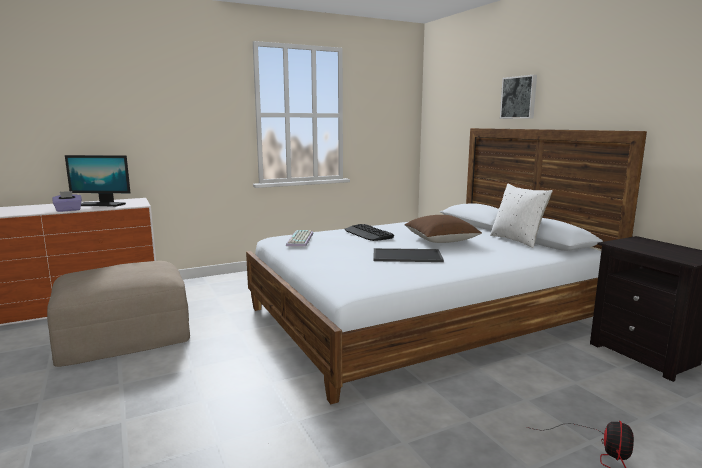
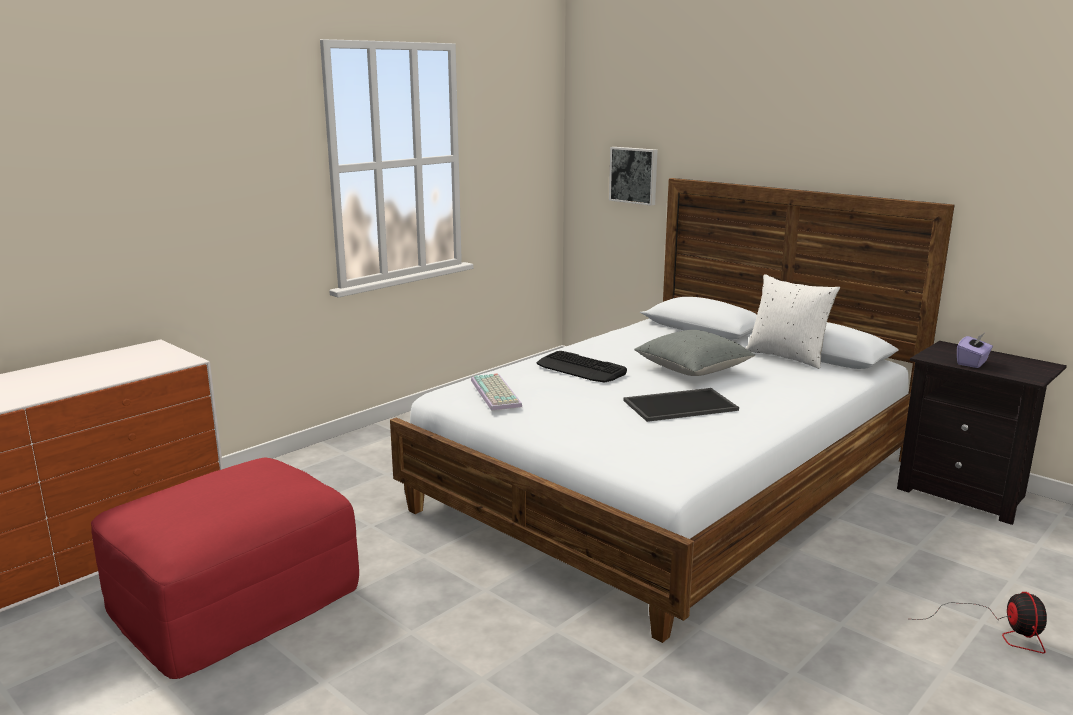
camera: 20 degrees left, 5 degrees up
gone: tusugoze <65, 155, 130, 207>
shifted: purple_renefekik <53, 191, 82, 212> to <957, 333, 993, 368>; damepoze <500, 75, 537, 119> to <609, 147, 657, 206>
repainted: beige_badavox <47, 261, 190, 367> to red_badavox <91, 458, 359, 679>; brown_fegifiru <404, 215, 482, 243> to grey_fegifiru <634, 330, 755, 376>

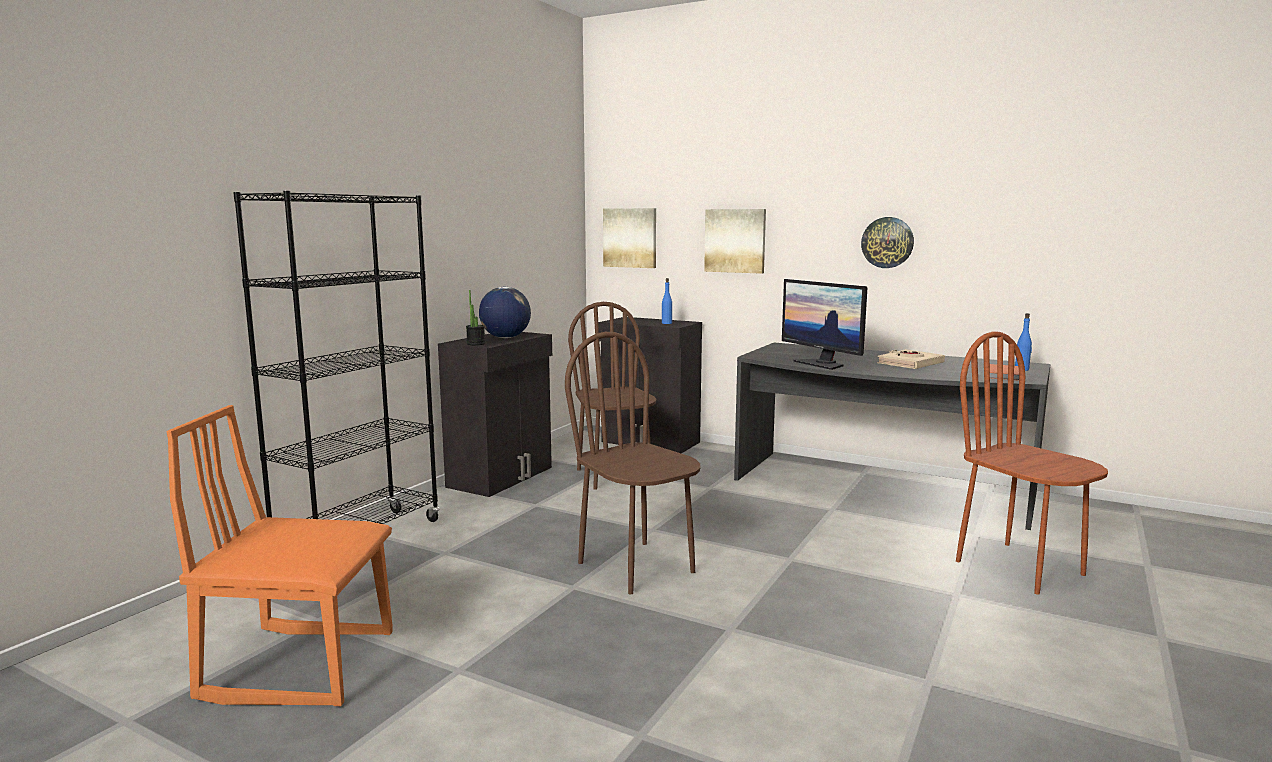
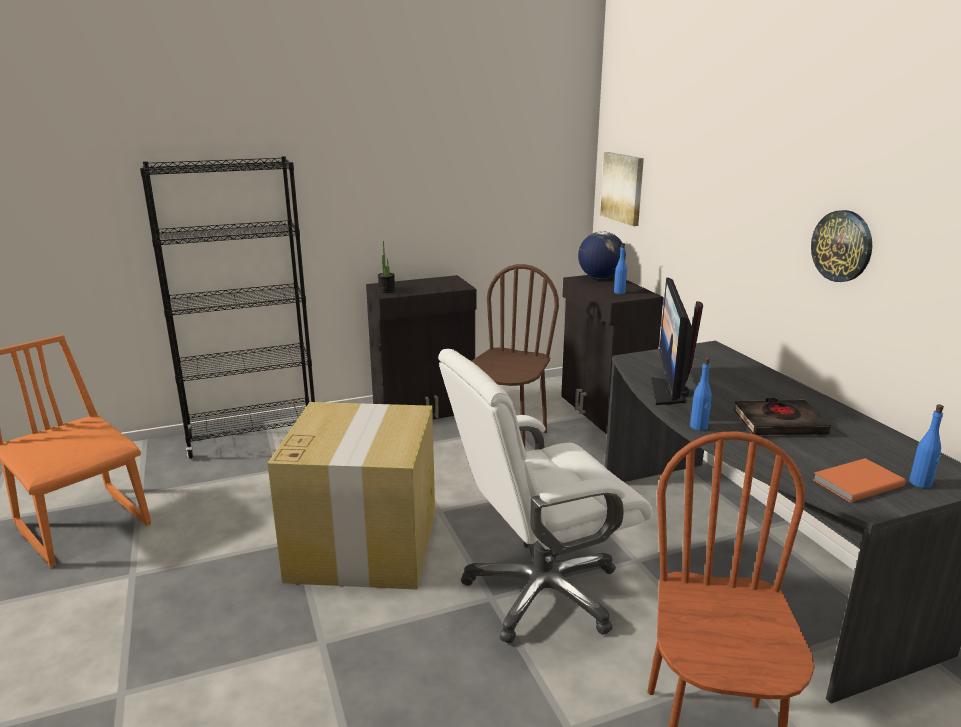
camera: 40 degrees right, 10 degrees up
gone: damepoze <704, 209, 766, 274>
new: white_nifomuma <438, 349, 653, 643>; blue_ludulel <690, 357, 712, 430>
shifted: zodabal <479, 287, 531, 338> to <578, 231, 626, 279>
swapped: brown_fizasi <565, 332, 700, 594> to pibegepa <267, 402, 435, 590>
repainted: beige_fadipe <877, 349, 945, 369> to black_fadipe <734, 398, 831, 435>

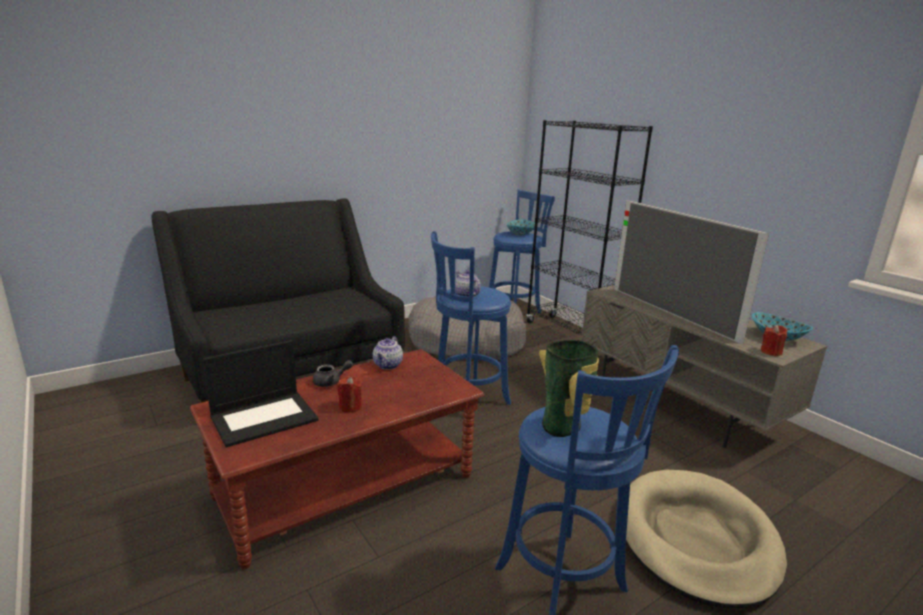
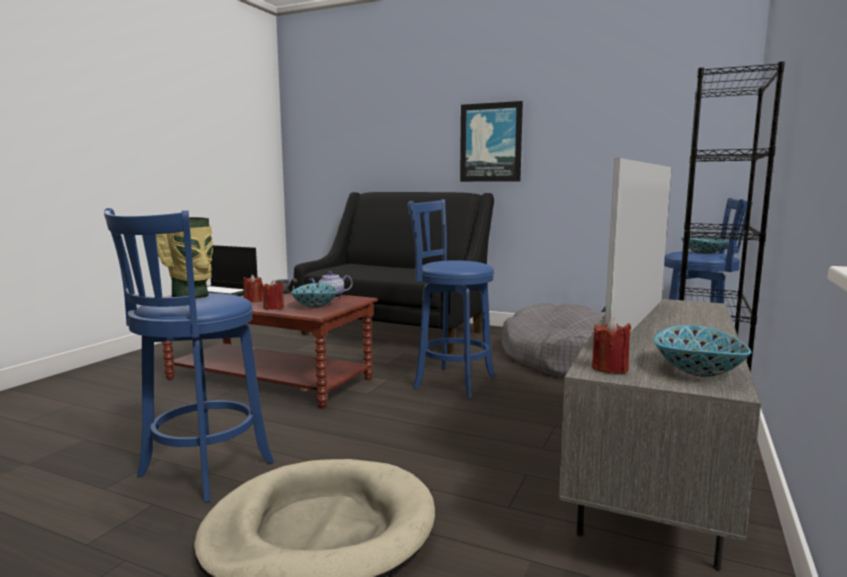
camera: 60 degrees right, 10 degrees down
gone: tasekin <455, 270, 481, 297>
new: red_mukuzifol <262, 280, 284, 310>; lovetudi <291, 283, 338, 308>; damepoze <460, 101, 523, 182>

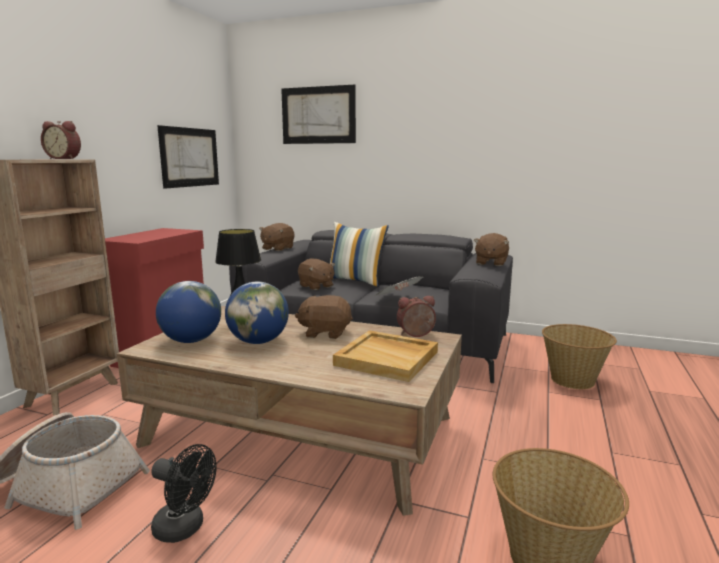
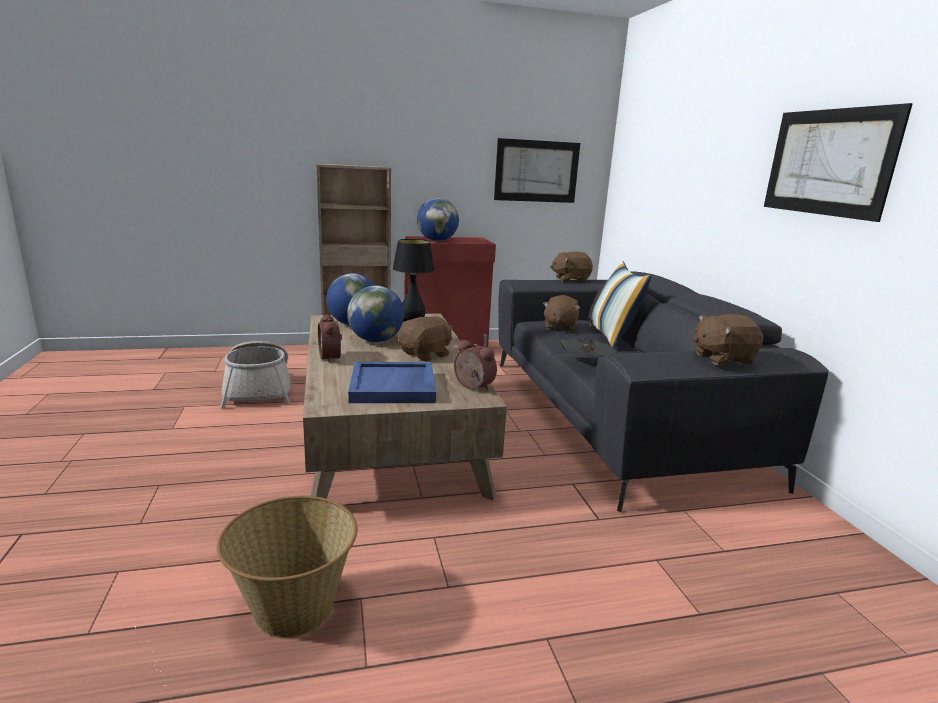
camera: 55 degrees right, 5 degrees up
gone: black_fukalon <151, 444, 216, 543>; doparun <542, 324, 617, 389>
new: zodabal <417, 198, 459, 241>
shifted: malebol <41, 121, 81, 159> to <318, 314, 342, 363>; damepoze <281, 84, 356, 144> to <764, 103, 913, 222>
repainted: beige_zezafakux <333, 330, 438, 382> to blue_zezafakux <348, 362, 436, 403>
rotated: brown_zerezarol <295, 295, 353, 339> = <398, 316, 453, 361> 75 degrees clockwise

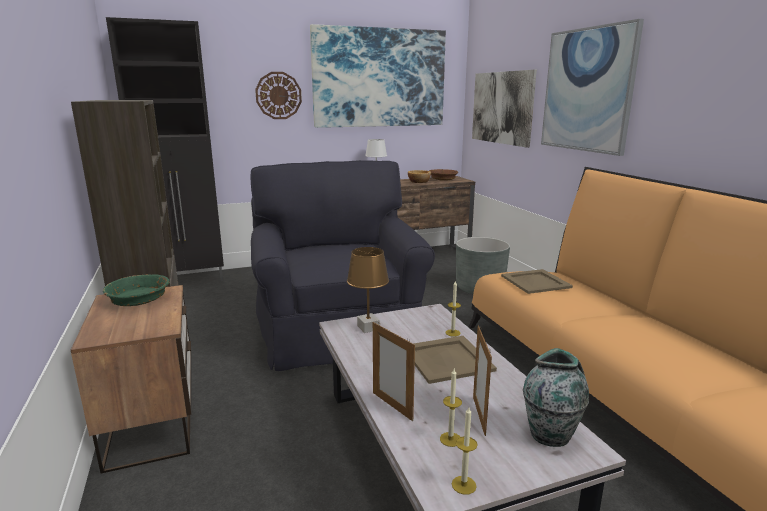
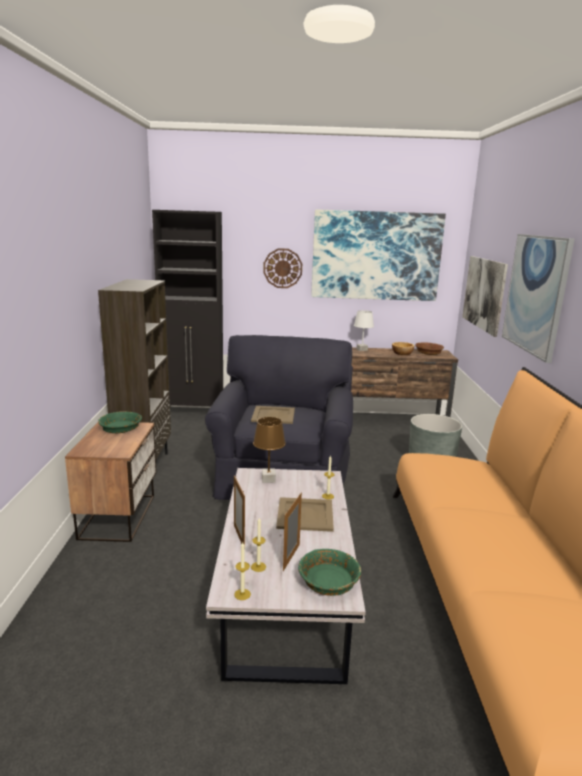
camera: 20 degrees right, 0 degrees up
shifted: beige_zezafakux <501, 269, 573, 294> to <251, 406, 295, 424>
swapped: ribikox <523, 348, 589, 447> to green_lovetudi <298, 549, 361, 596>

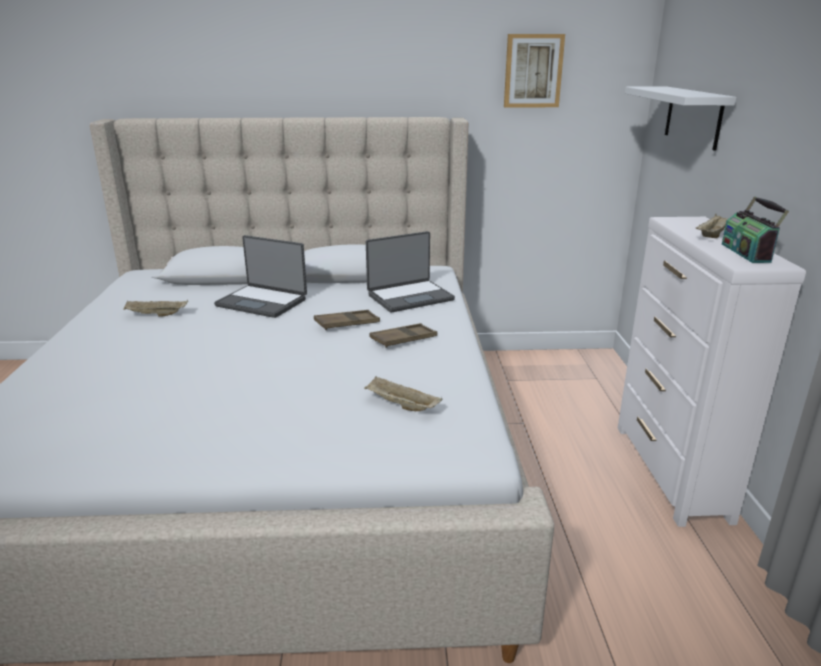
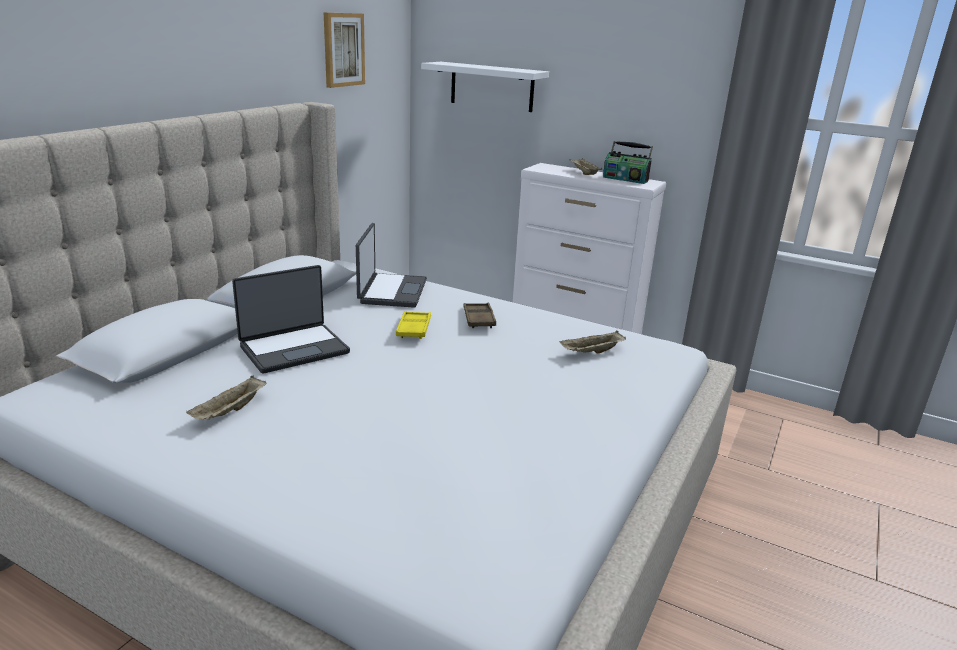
camera: 60 degrees left, 0 degrees up
repainted: brown_zezafakux <314, 310, 380, 330> to yellow_zezafakux <396, 311, 431, 339>

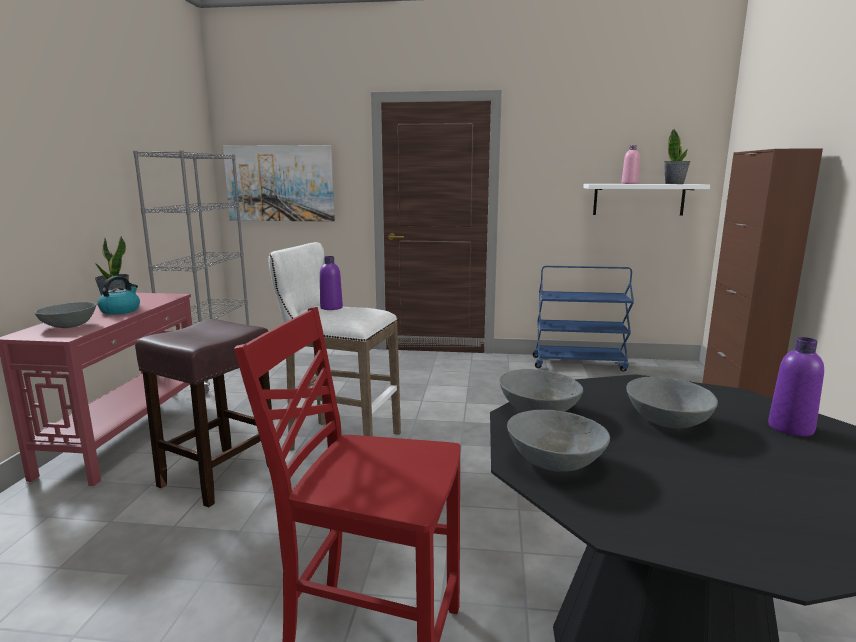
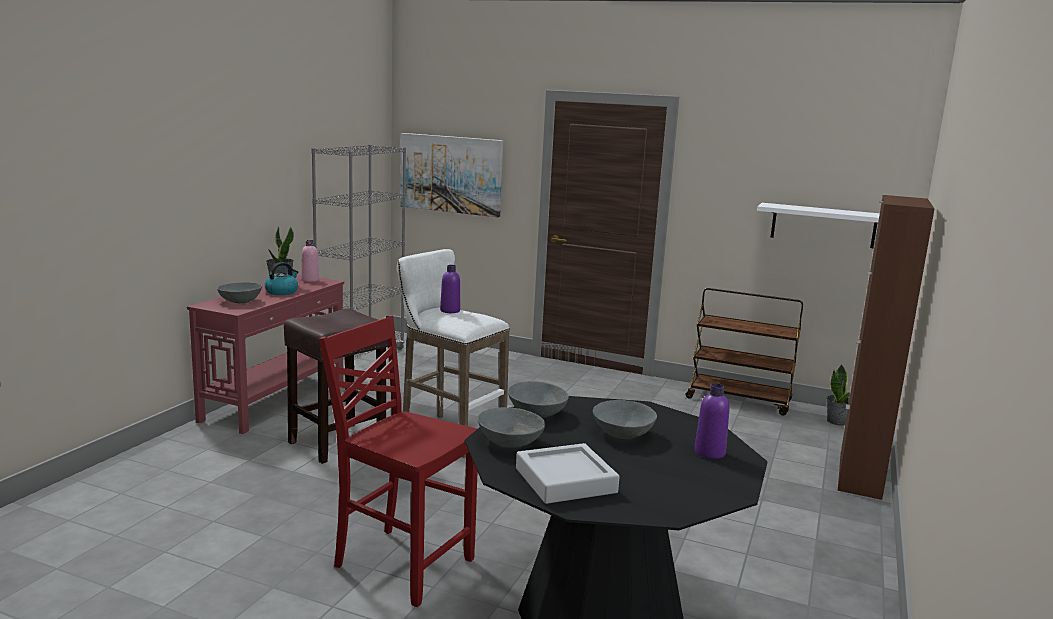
camera: 15 degrees right, 0 degrees up
new: grey_zezafakux <516, 443, 620, 504>
shifted: pink_ludulel <622, 145, 640, 184> to <301, 240, 319, 282>; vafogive <664, 129, 691, 184> to <827, 364, 850, 425>
repainted: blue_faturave <533, 266, 634, 372> to brown_faturave <686, 288, 803, 416>

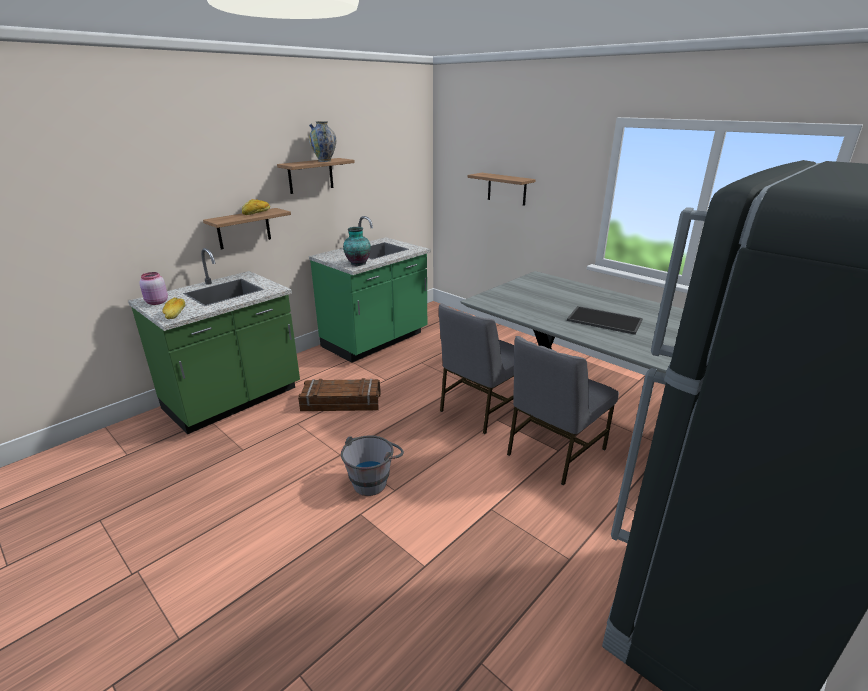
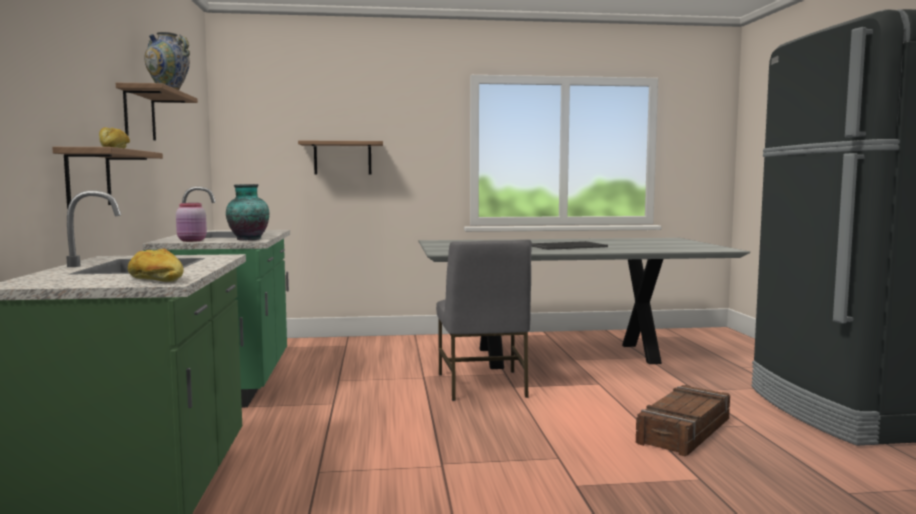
camera: 50 degrees left, 20 degrees down
gone: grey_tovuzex <341, 435, 404, 496>; grey_fizasi <507, 336, 619, 485>
shifted: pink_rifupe <139, 272, 168, 305> to <176, 203, 207, 242>; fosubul <298, 378, 381, 411> to <636, 385, 730, 456>

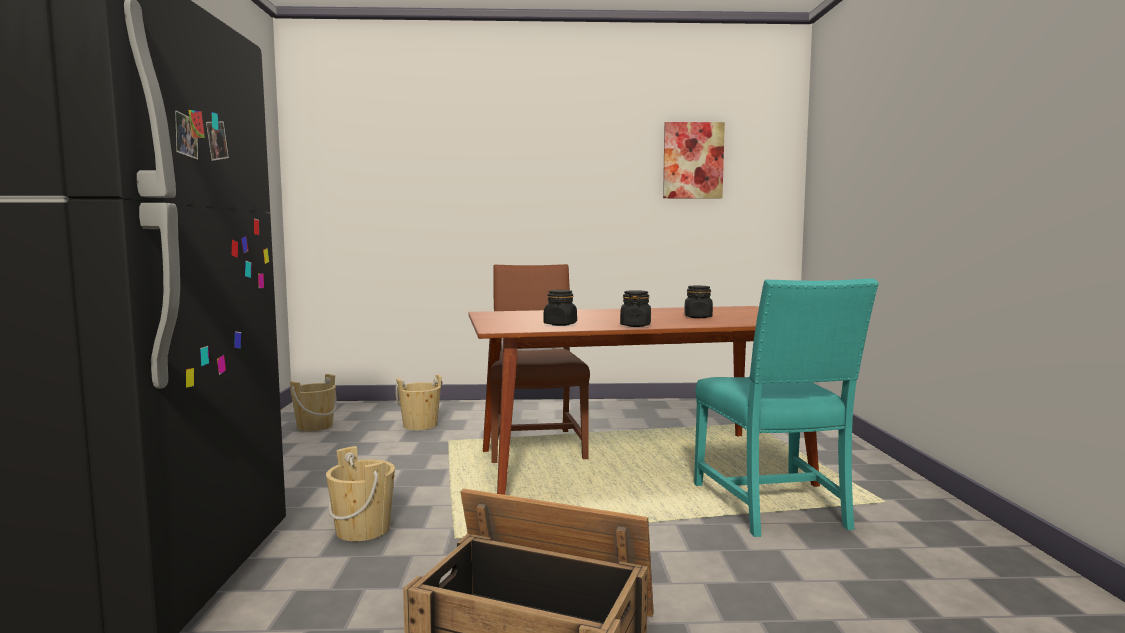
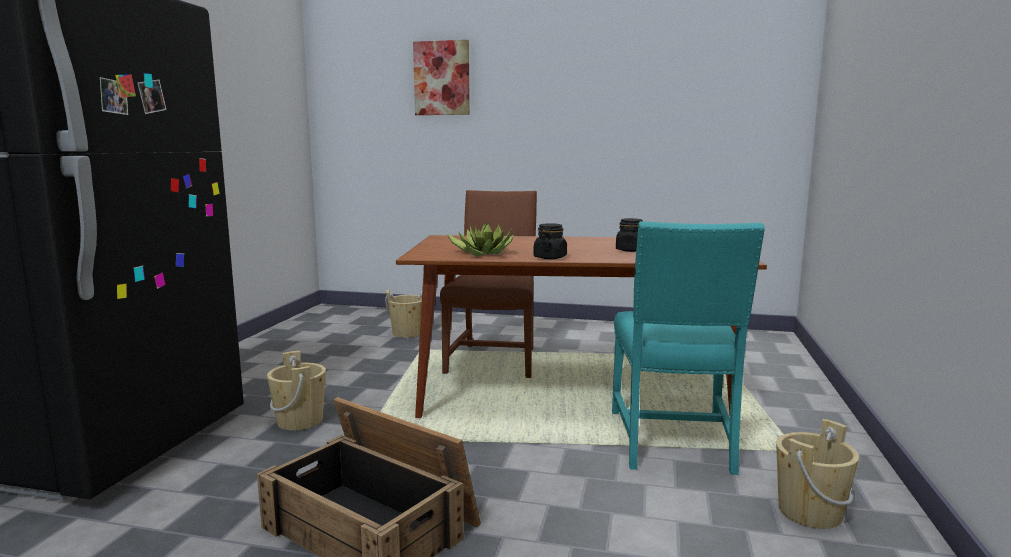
camera: 15 degrees right, 5 degrees up
shifted: beige_tovuzex <290, 374, 337, 431> to <776, 419, 859, 529>; damepoze <663, 122, 725, 198> to <413, 40, 470, 115>
swapped: black_rifupe <543, 290, 577, 326> to vafogive <447, 222, 514, 256>

